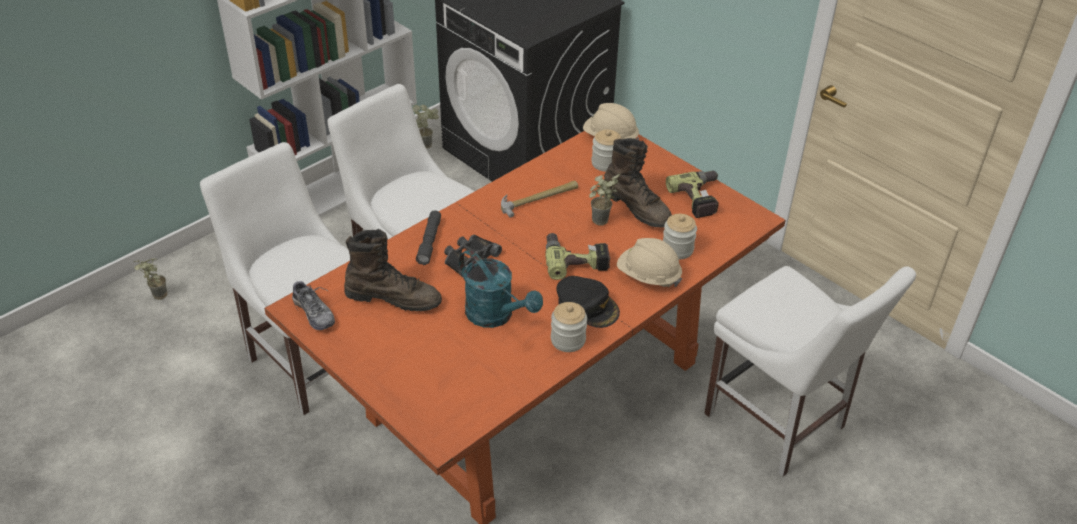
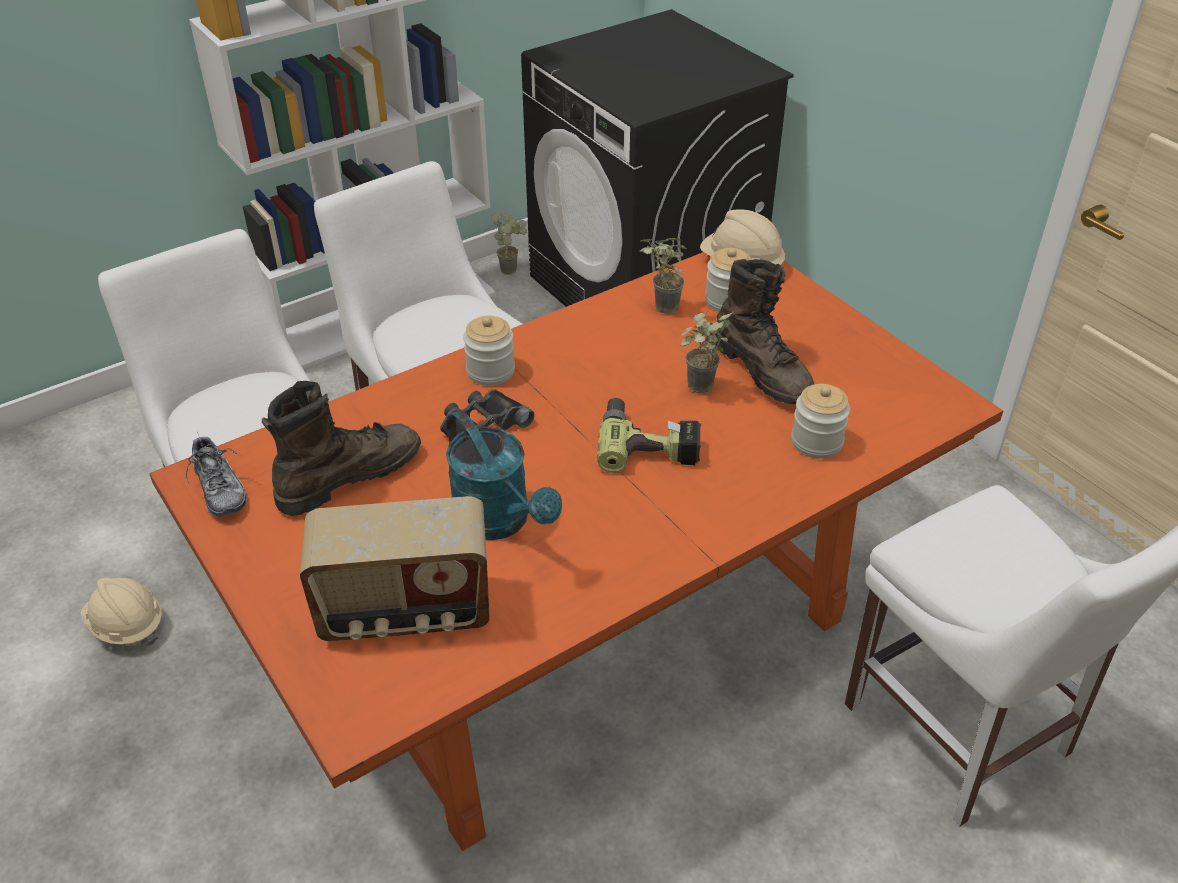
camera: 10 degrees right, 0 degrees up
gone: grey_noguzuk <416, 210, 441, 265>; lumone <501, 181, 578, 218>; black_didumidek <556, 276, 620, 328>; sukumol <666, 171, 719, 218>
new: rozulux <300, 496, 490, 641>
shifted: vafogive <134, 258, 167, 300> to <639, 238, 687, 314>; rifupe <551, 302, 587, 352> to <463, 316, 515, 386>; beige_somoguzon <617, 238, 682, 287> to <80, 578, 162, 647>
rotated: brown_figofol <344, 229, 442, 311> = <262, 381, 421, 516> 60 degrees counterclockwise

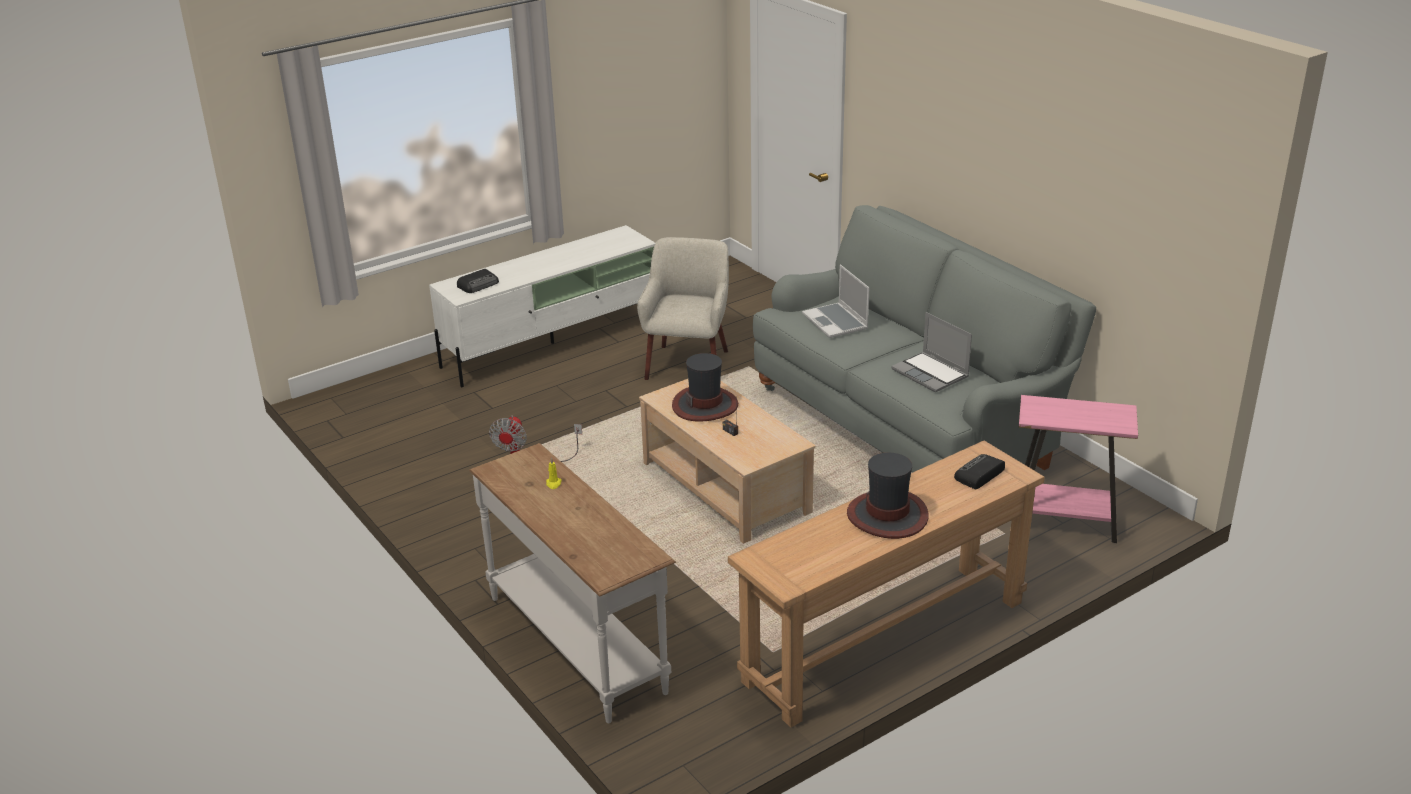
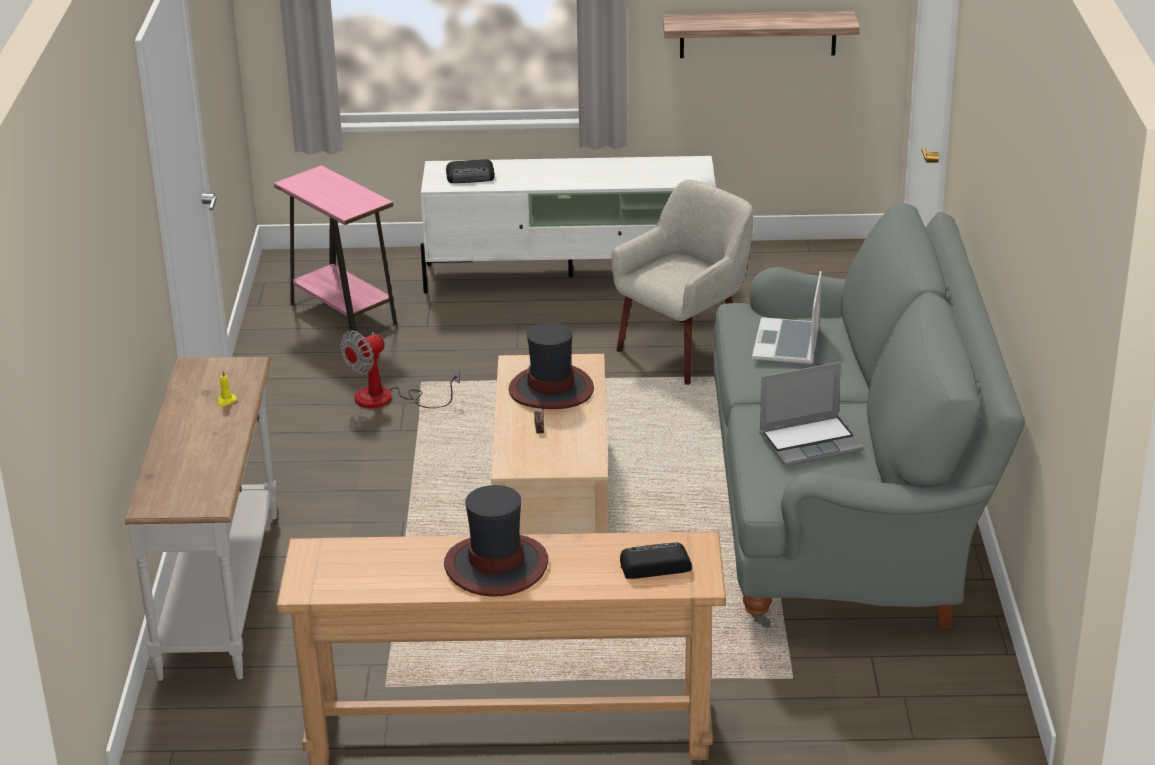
camera: 35 degrees right, 0 degrees up
new: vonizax <663, 11, 860, 58>
shifted: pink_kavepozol <1019, 395, 1138, 543> to <274, 165, 397, 337>
rotated: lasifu <891, 312, 972, 392> = <759, 362, 864, 466> 105 degrees counterclockwise

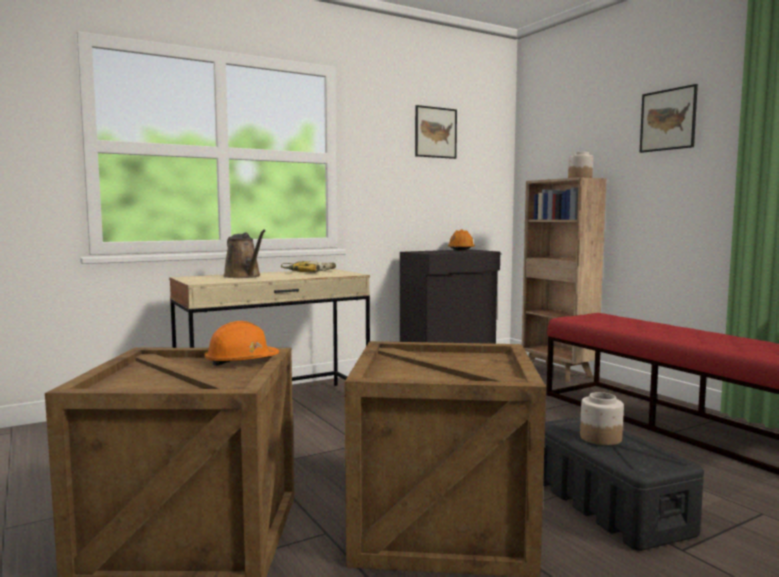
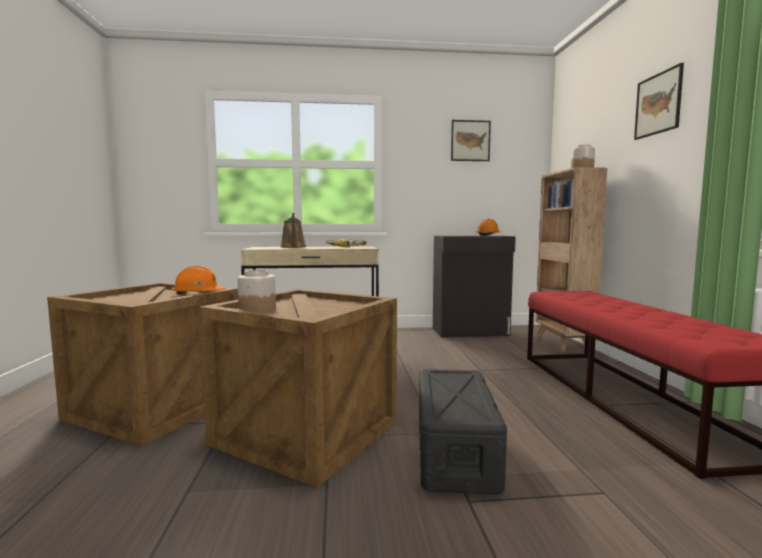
camera: 25 degrees right, 0 degrees up
shifted: rifupe <580, 392, 624, 445> to <238, 270, 276, 313>

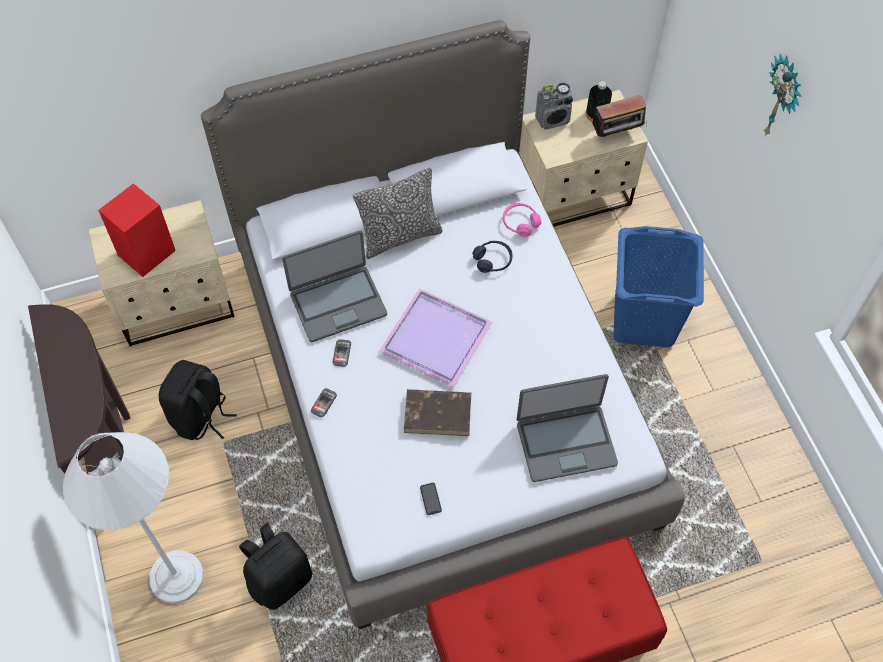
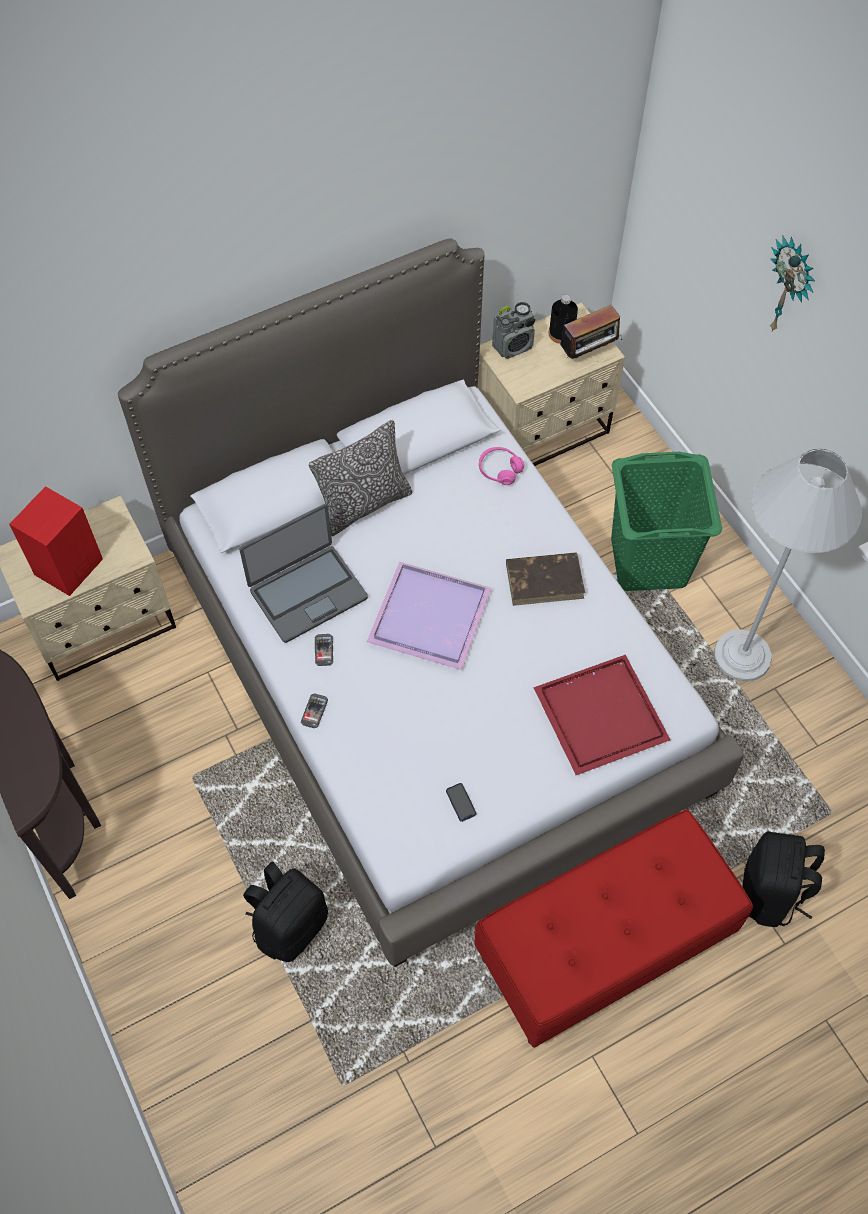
camera: 10 degrees left, 0 degrees up
gone: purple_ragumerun <473, 241, 512, 273>
shifted: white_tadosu <63, 432, 204, 604> to <714, 449, 862, 681>; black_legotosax <159, 360, 237, 440> to <742, 832, 825, 927>; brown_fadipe <404, 389, 471, 436> to <506, 552, 585, 606>
swapped: lasifu <517, 374, 618, 482> to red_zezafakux <533, 655, 671, 775>
repainted: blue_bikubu <613, 226, 704, 347> to green_bikubu <611, 452, 722, 591>

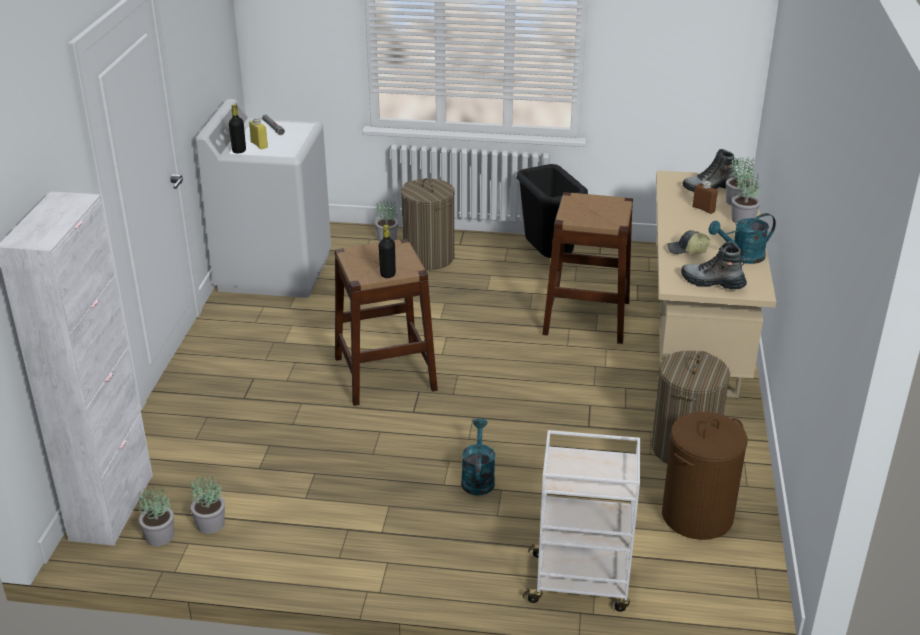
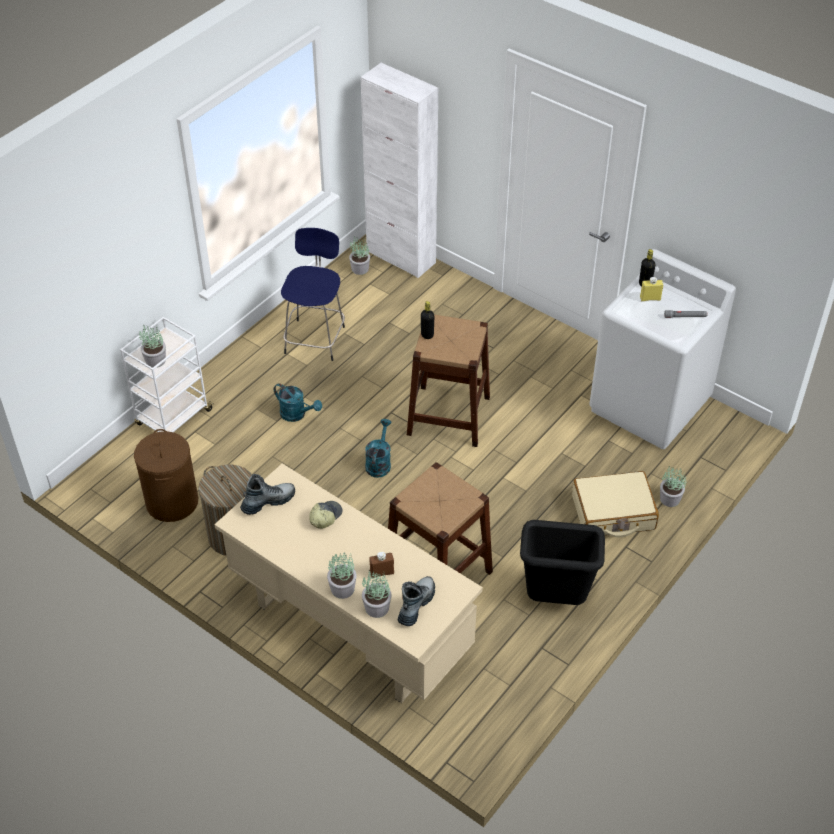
camera: 120 degrees right, 15 degrees up
new: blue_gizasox <281, 228, 345, 361>
shifted: vafogive <190, 477, 225, 534> to <139, 324, 166, 368>; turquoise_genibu <708, 213, 776, 264> to <365, 419, 391, 478>
swapped: bikubu <401, 178, 455, 270> to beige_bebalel <572, 471, 659, 537>

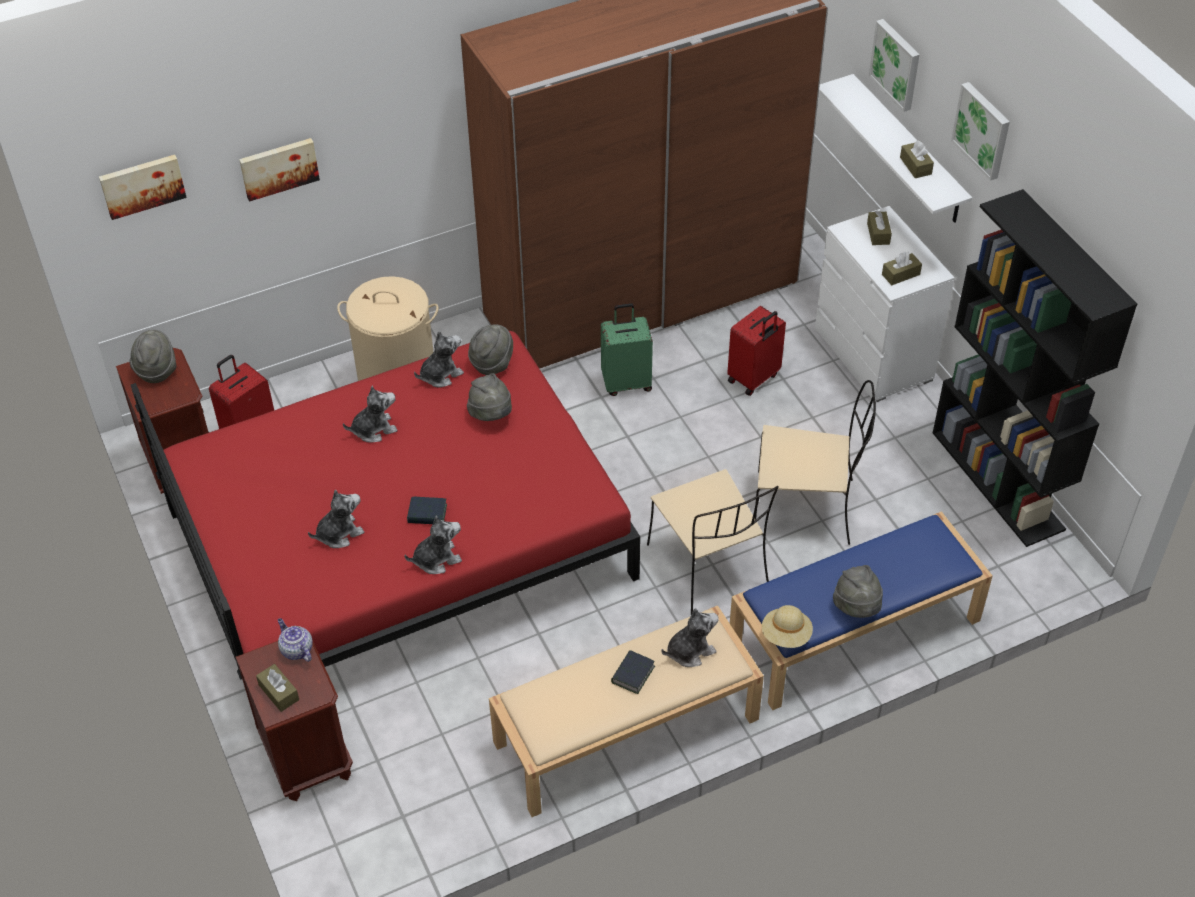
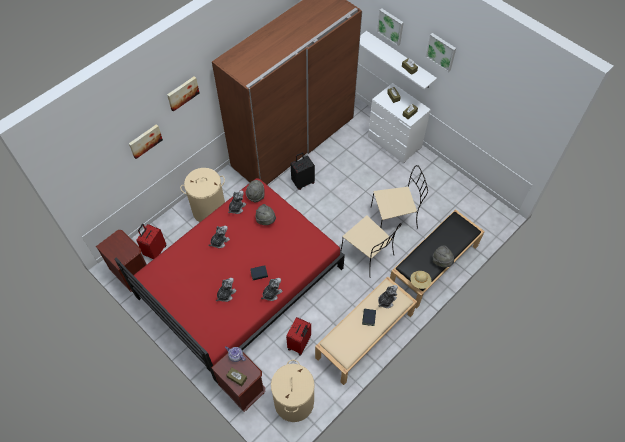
camera: 20 degrees left, 10 degrees up
gone: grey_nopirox <129, 330, 176, 383>; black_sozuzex <933, 189, 1137, 547>
new: beige_bikubu <271, 360, 315, 422>
shifted: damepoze <99, 155, 187, 220> to <167, 76, 200, 112>; red_bebalel <727, 306, 786, 396> to <286, 317, 311, 355>
repainted: green_bebalel <601, 303, 653, 396> to black_bebalel <291, 152, 315, 190>; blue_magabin <730, 511, 993, 710> to black_magabin <390, 209, 485, 309>

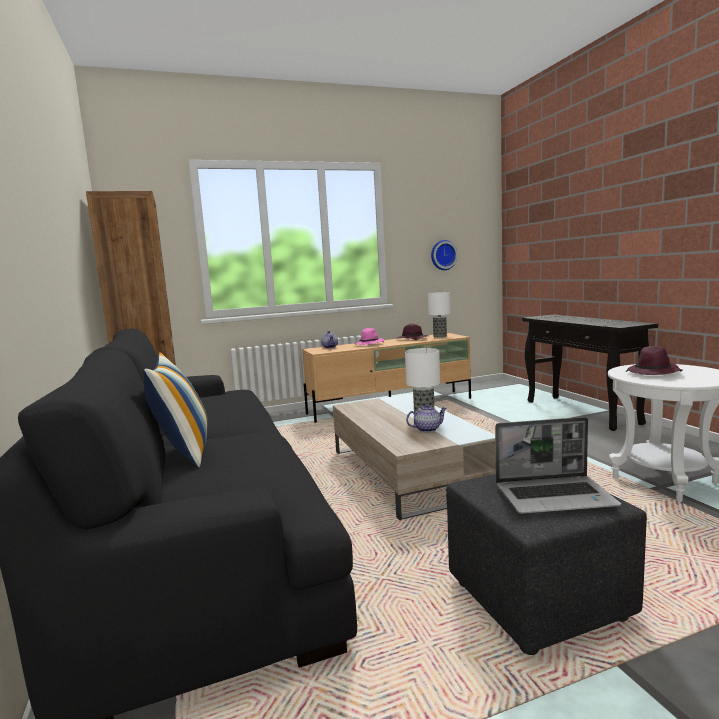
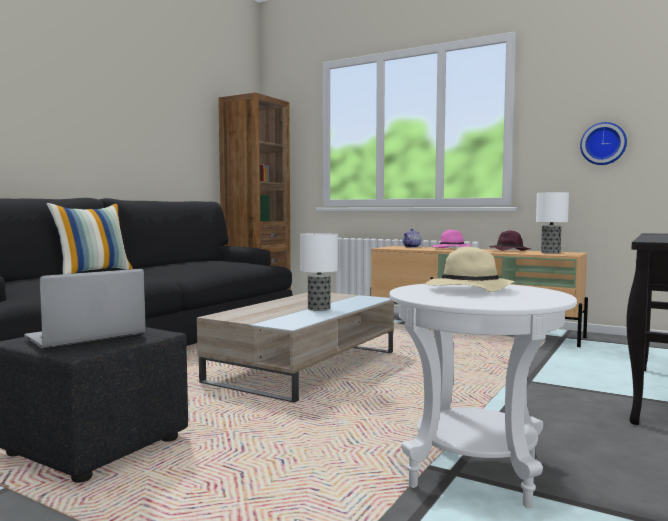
camera: 50 degrees right, 5 degrees down
gone: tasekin <406, 404, 447, 432>
repainted: purple_nopirox <626, 346, 682, 375> to beige_nopirox <426, 246, 515, 292>
rotated: lasifu <495, 417, 621, 514> = <24, 269, 146, 350> 90 degrees clockwise

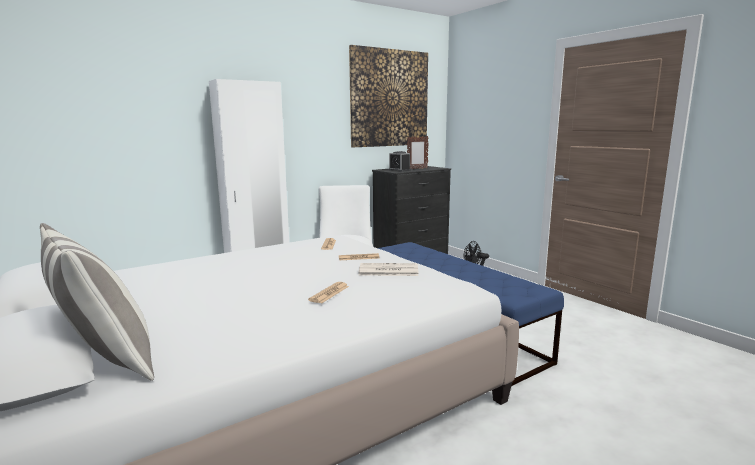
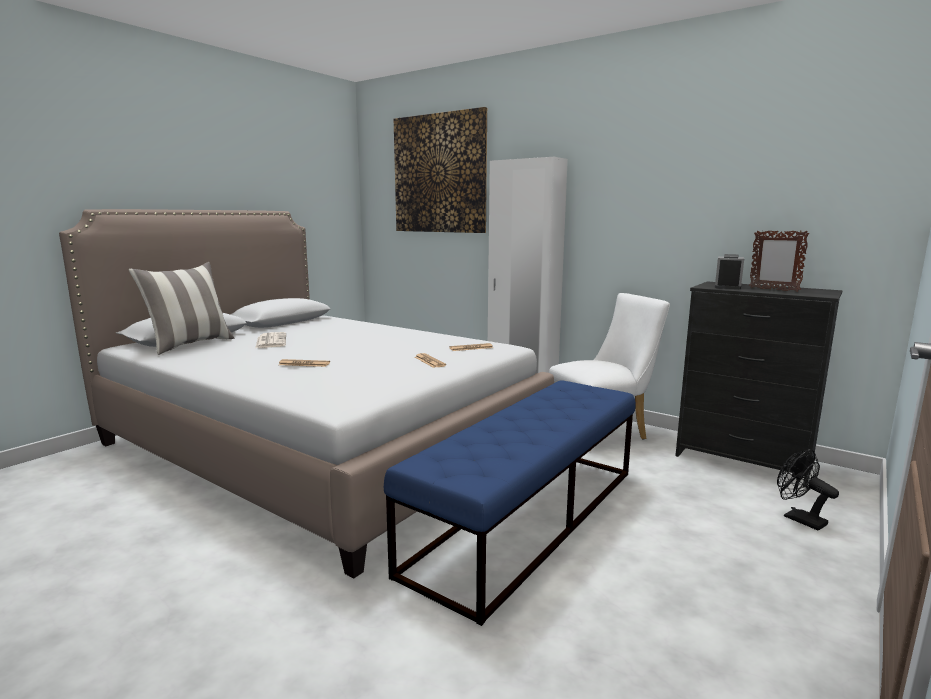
camera: 70 degrees right, 0 degrees up
shifted: damepoze <349, 45, 428, 147> to <394, 107, 487, 233>; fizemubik <359, 263, 419, 276> to <255, 332, 286, 348>

